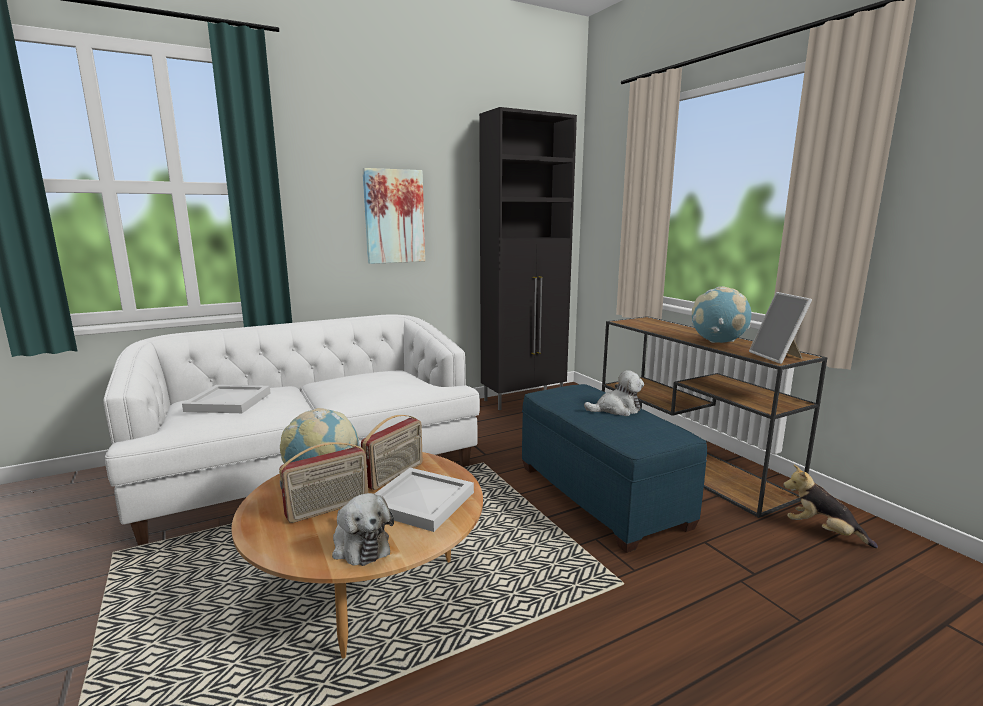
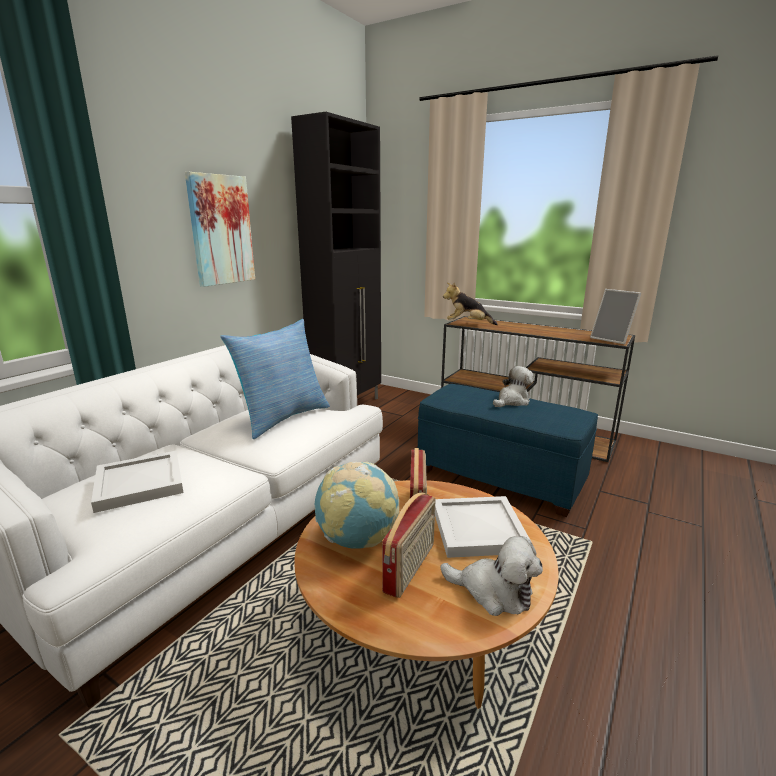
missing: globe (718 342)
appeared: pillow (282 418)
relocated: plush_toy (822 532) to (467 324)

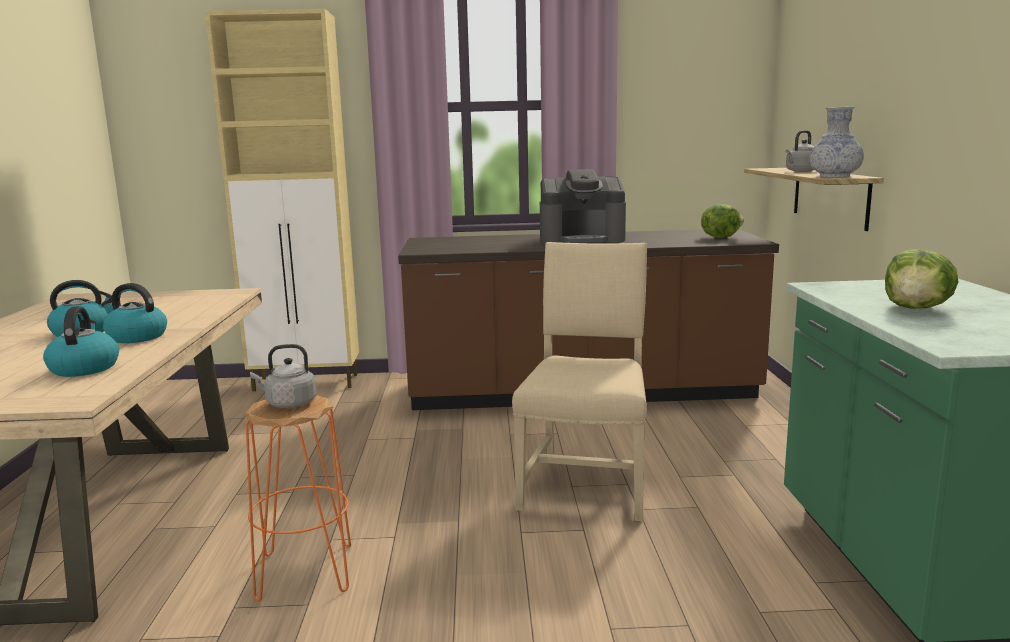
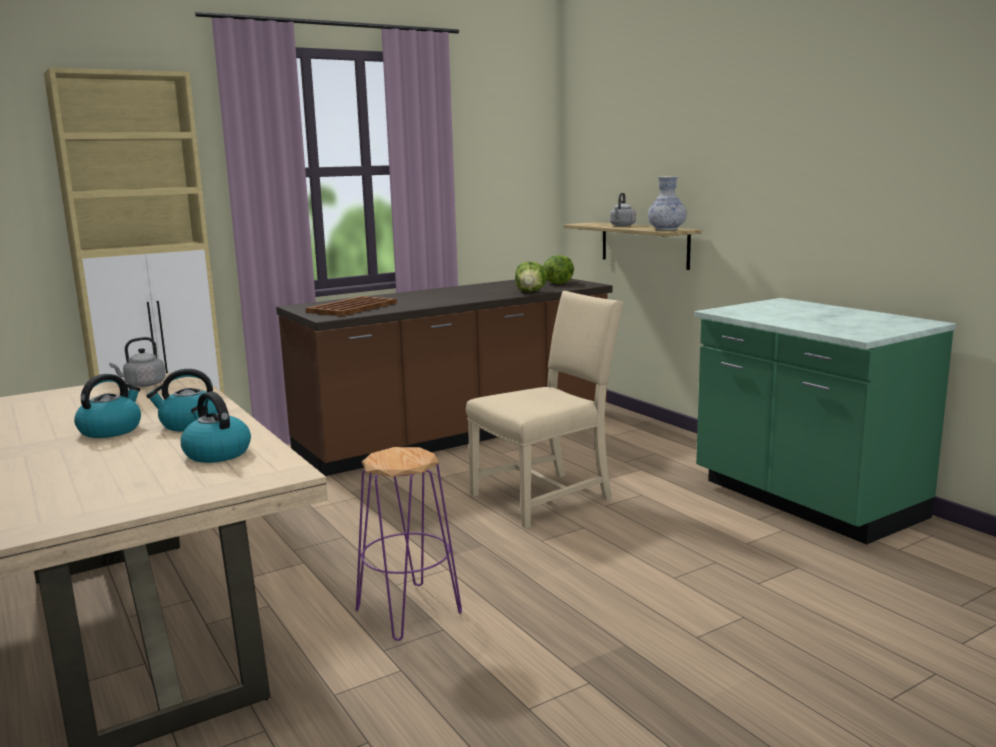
missing: coffee_machine (582 239)
appeared: brown_tray (351 307)
relocated: grey_kettle (288 404) to (143 385); lettuce (916 309) to (530 292)
colour: orange_stool (305 573) to purple_stool (409 611)
spun: beige_chair (586 482) = (546 497) 75 degrees clockwise

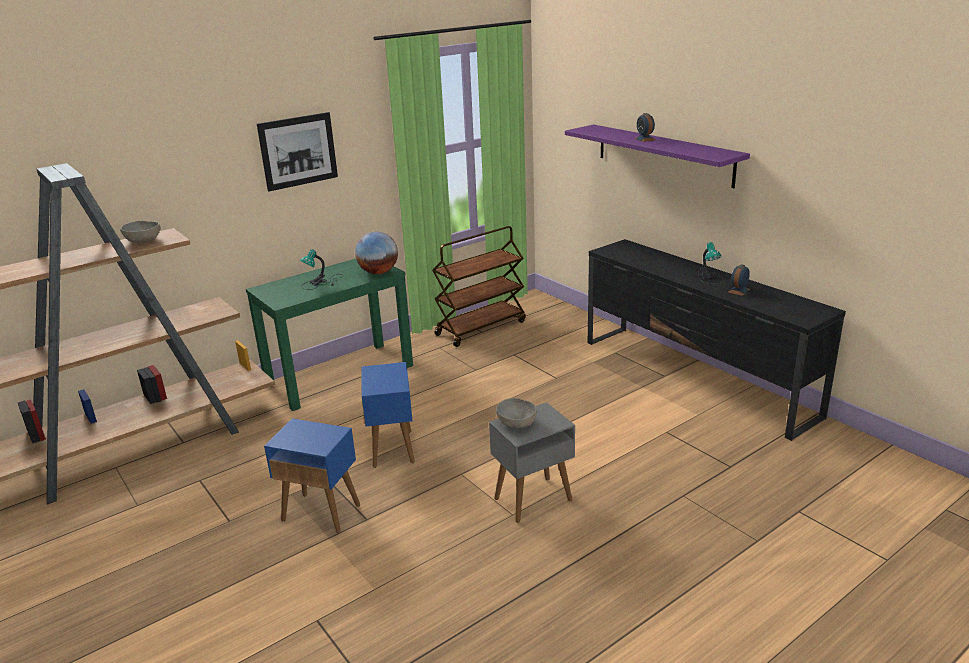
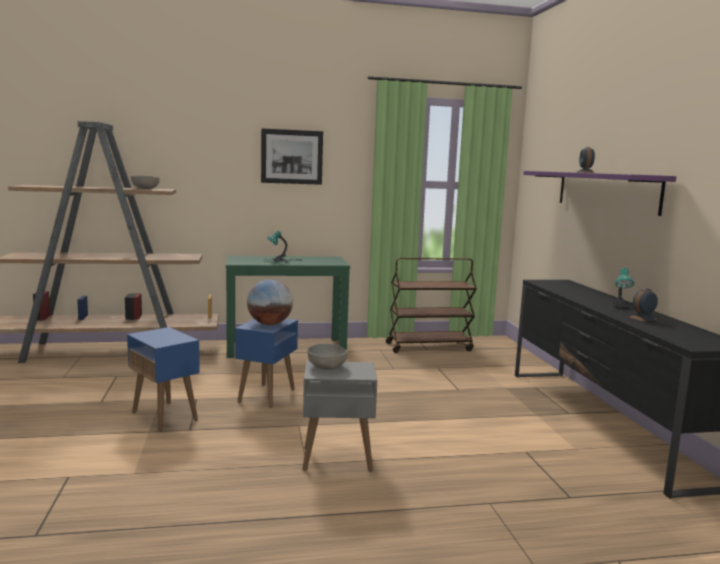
relocated: globe (378 272) to (269 324)

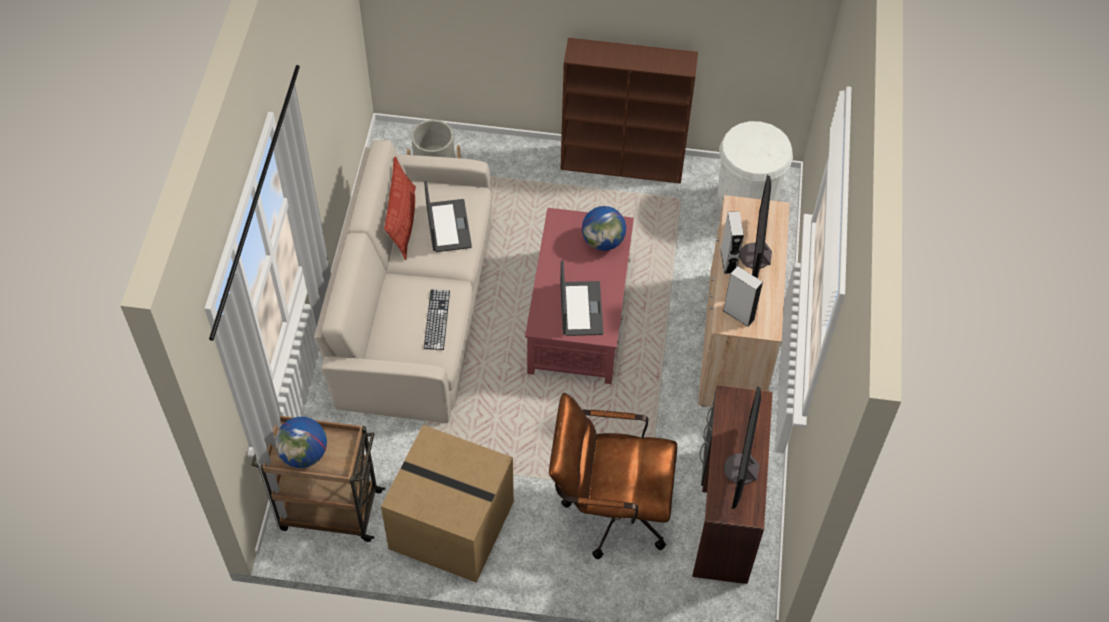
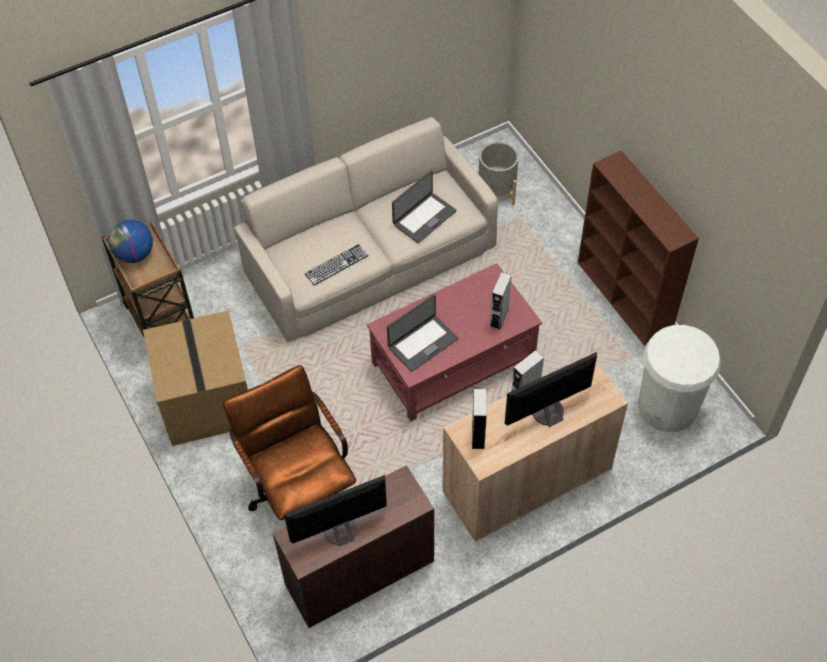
missing: pillow (403 222)
exchanged: globe (603 241) to grey_speaker (499 317)

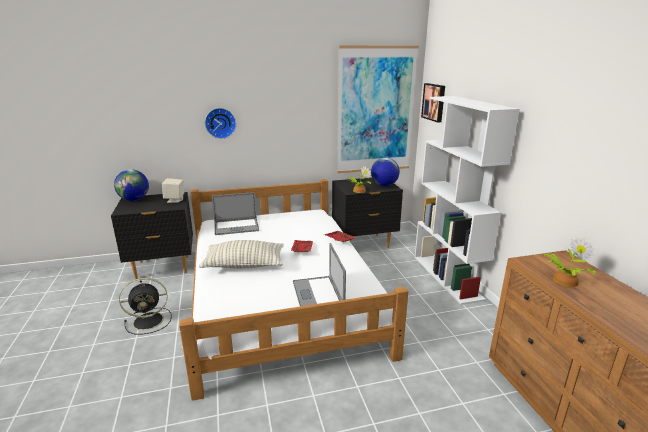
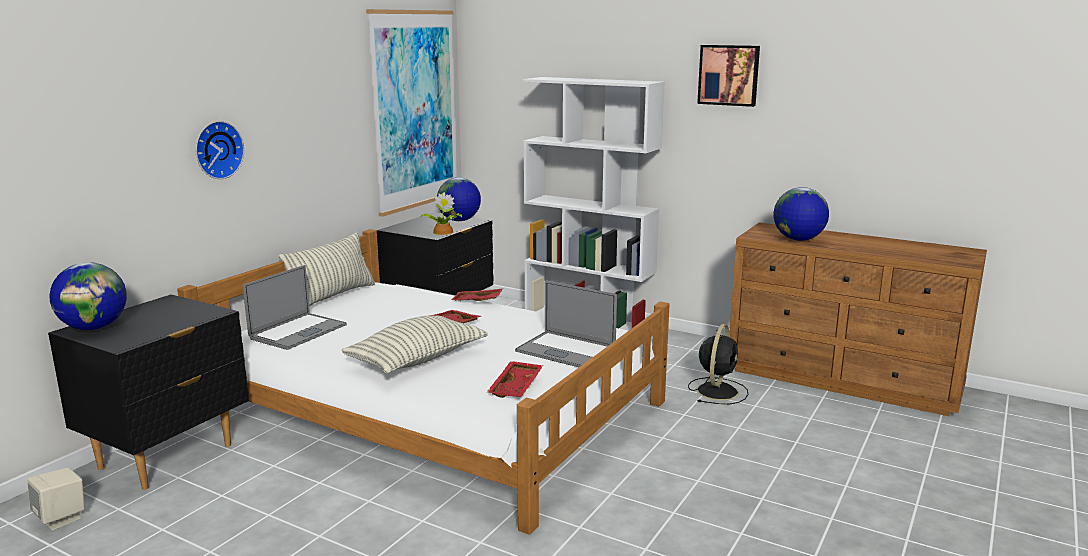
appeared: pillow (332 297); red_tray (517 387)
relocated: beige_speaker (175 200) to (61 518); black_fan (150 321) to (717 391); picture (434 102) to (729 75)
exchanged: potted_plant (563 280) to globe (798 239)

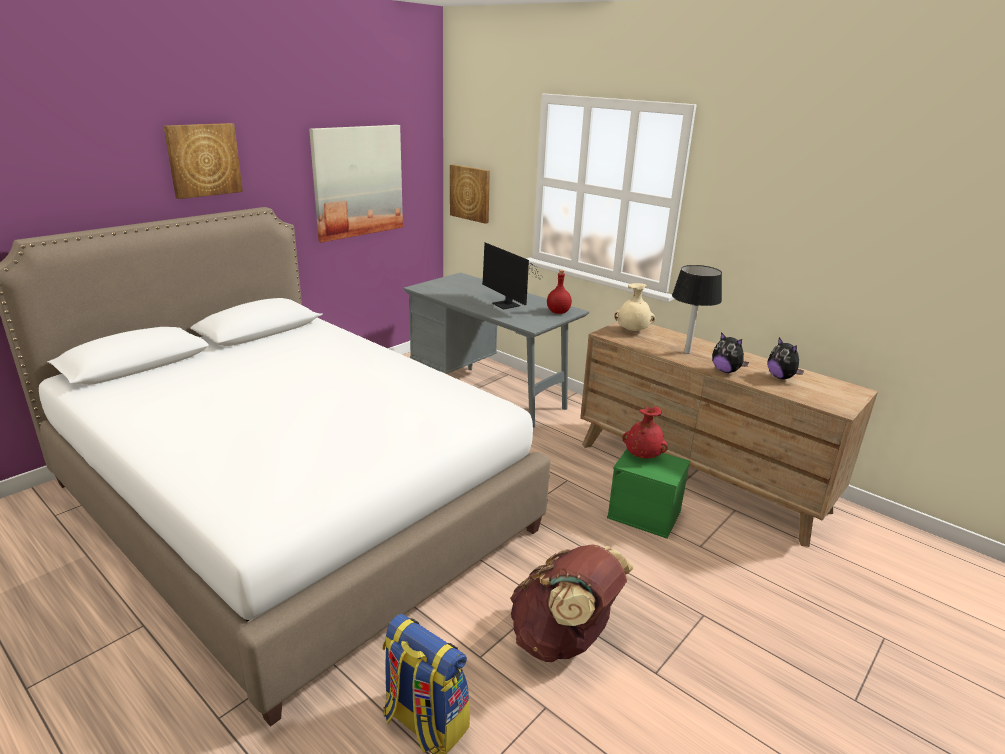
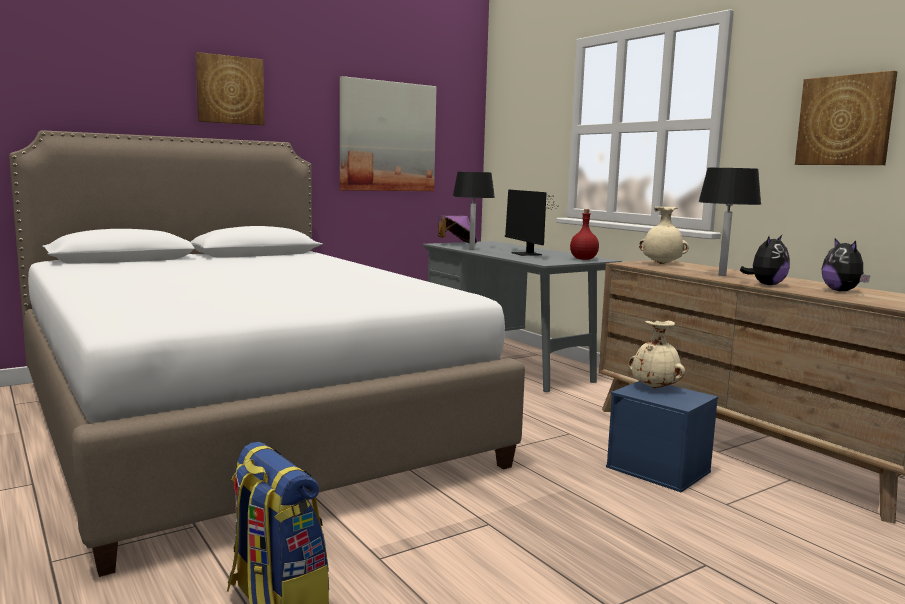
missing: brown_backpack (563 639)
appeared: purple_hat (456 244); black_table_lamp (471 249)
relocated: picture (470 193) to (845 120)
colour: green_storage_box (645 514) to blue_storage_box (659 469); red_vase (643 455) to beige_vase (655 387)
spun: plush_toy (726 371) = (766 285) 105 degrees counterclockwise

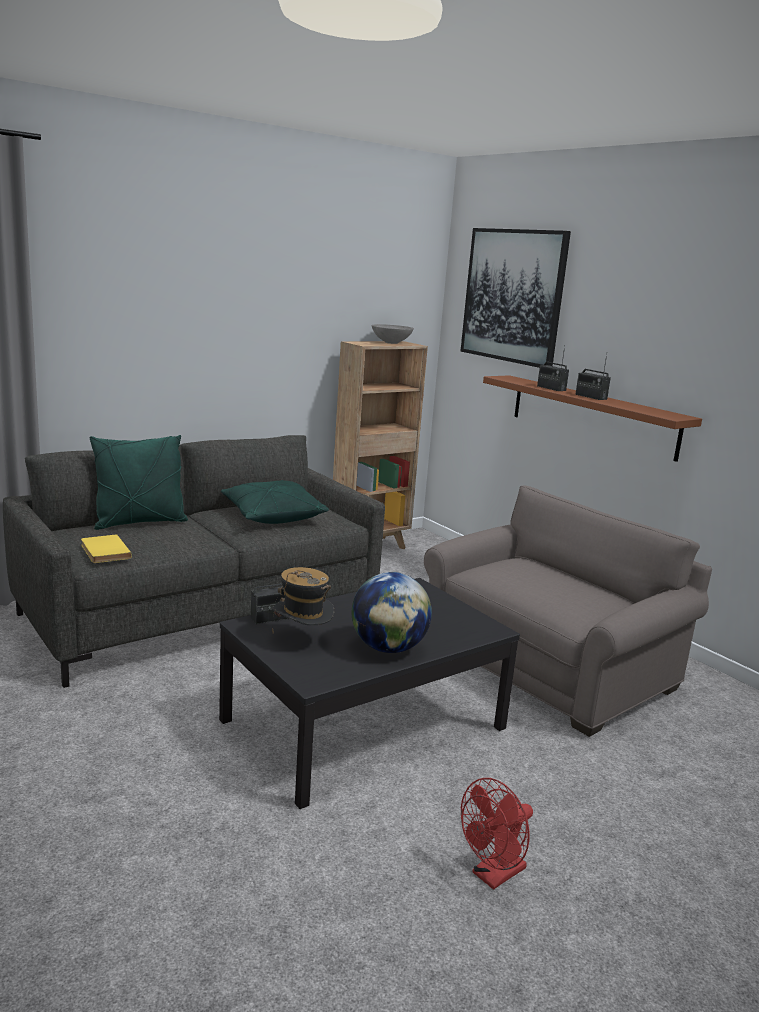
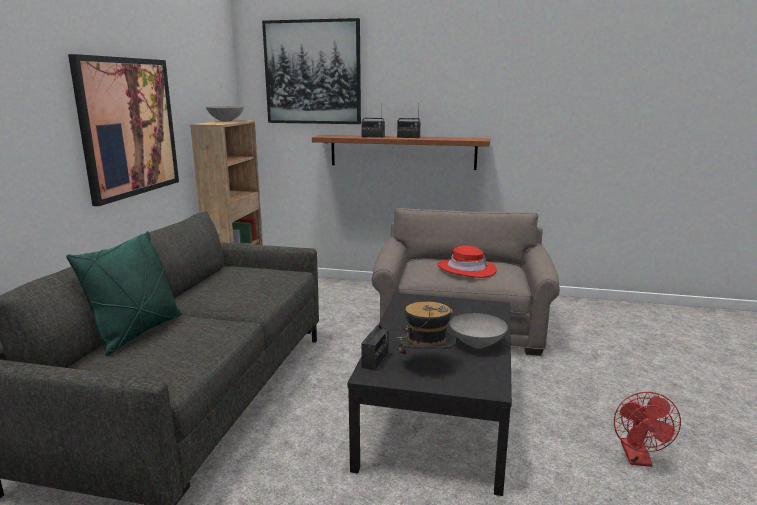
missing: yellow_book (103 551); green_pillow (272 516)
appeared: picture (128 127); red_hat (466 269)
exchanged: globe (388 648) to grey_bowl (477 343)

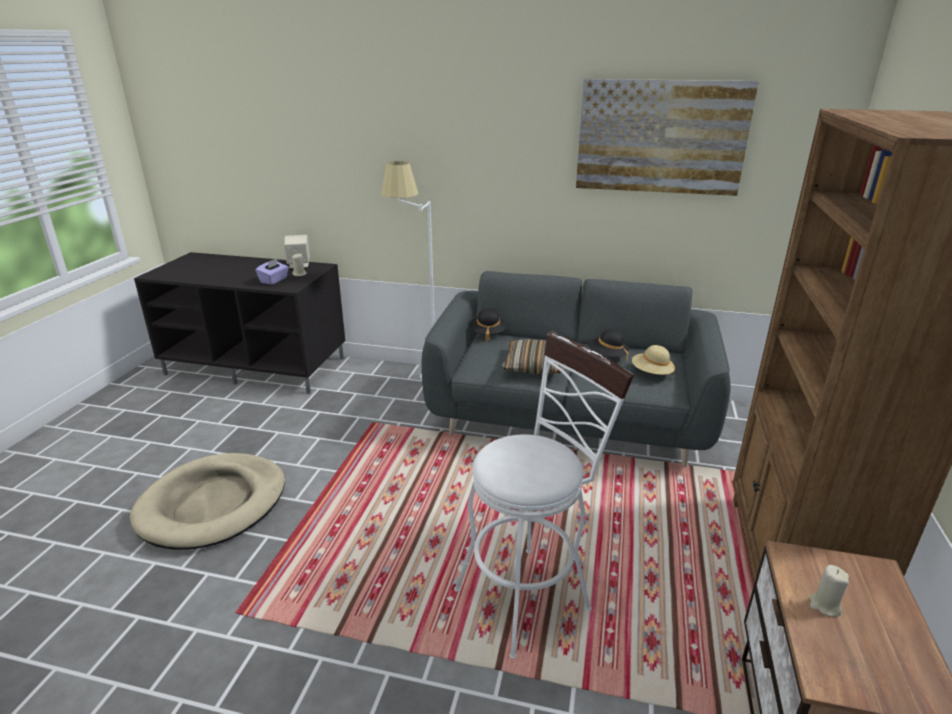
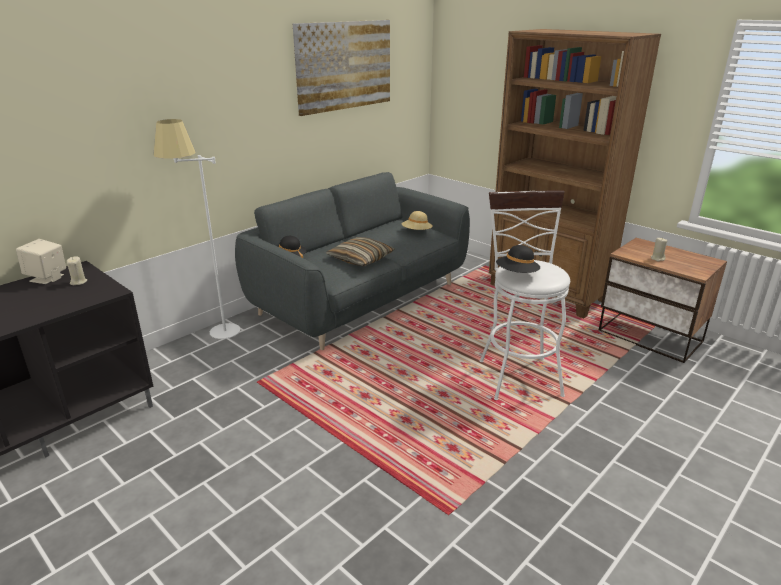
missing: beige_dog_bed (213 504); purple_tissue_box (274 280)
relocated: black_hat (607 356) to (517 274)

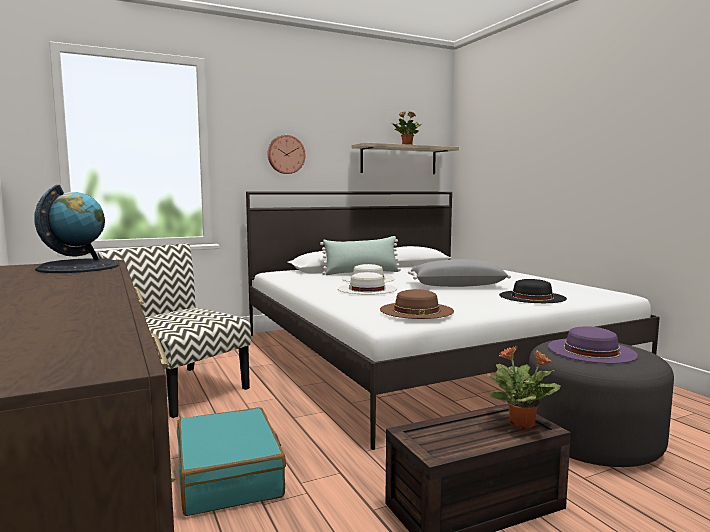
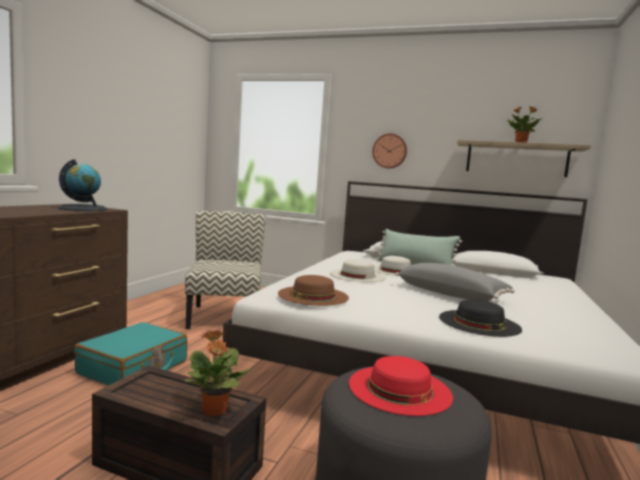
colour: purple_hat (591 350) to red_hat (400 389)

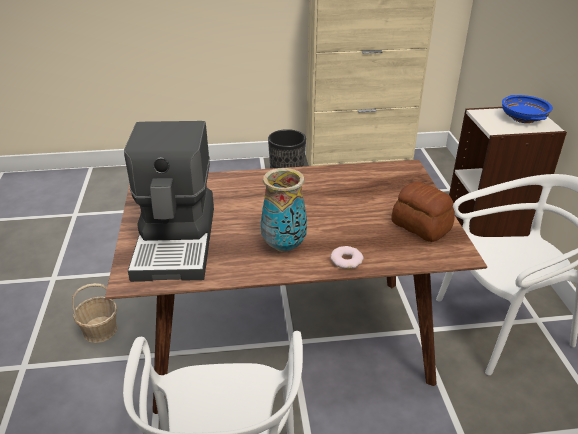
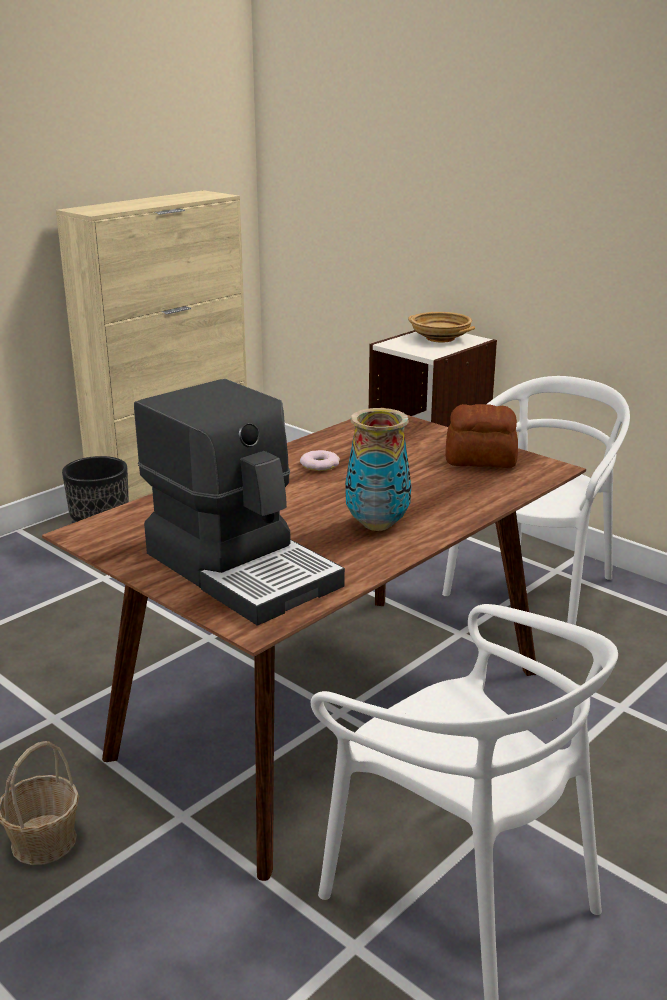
relocated: donut (346 260) to (320 465)
colour: blue_bowl (522 118) to beige_bowl (439 338)

